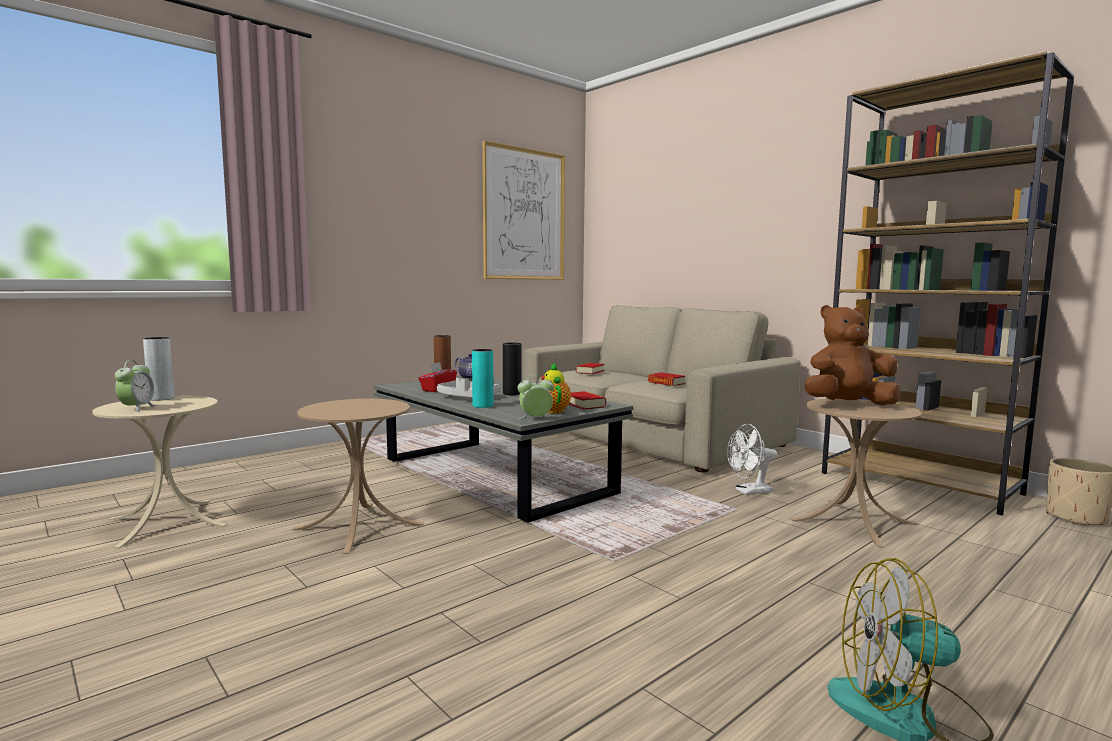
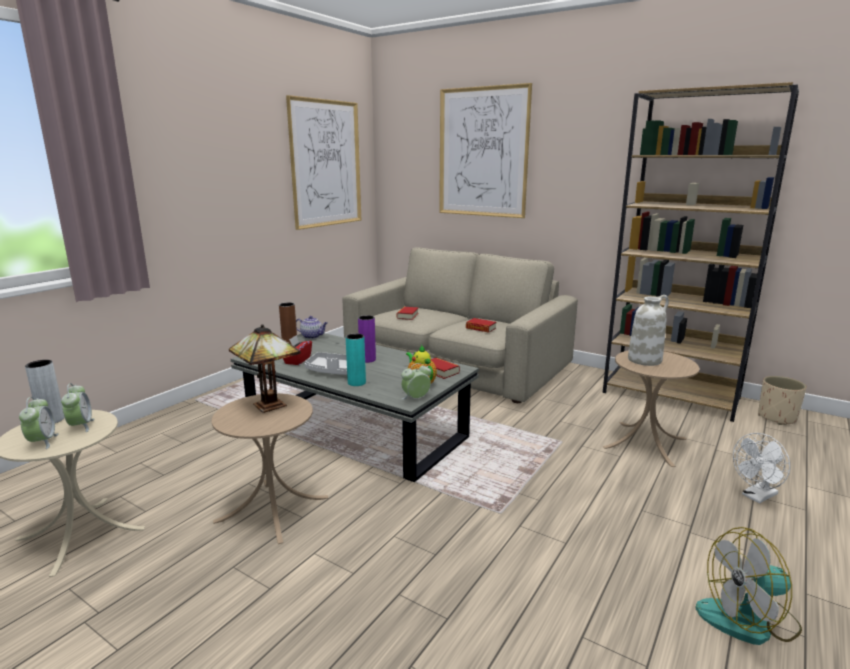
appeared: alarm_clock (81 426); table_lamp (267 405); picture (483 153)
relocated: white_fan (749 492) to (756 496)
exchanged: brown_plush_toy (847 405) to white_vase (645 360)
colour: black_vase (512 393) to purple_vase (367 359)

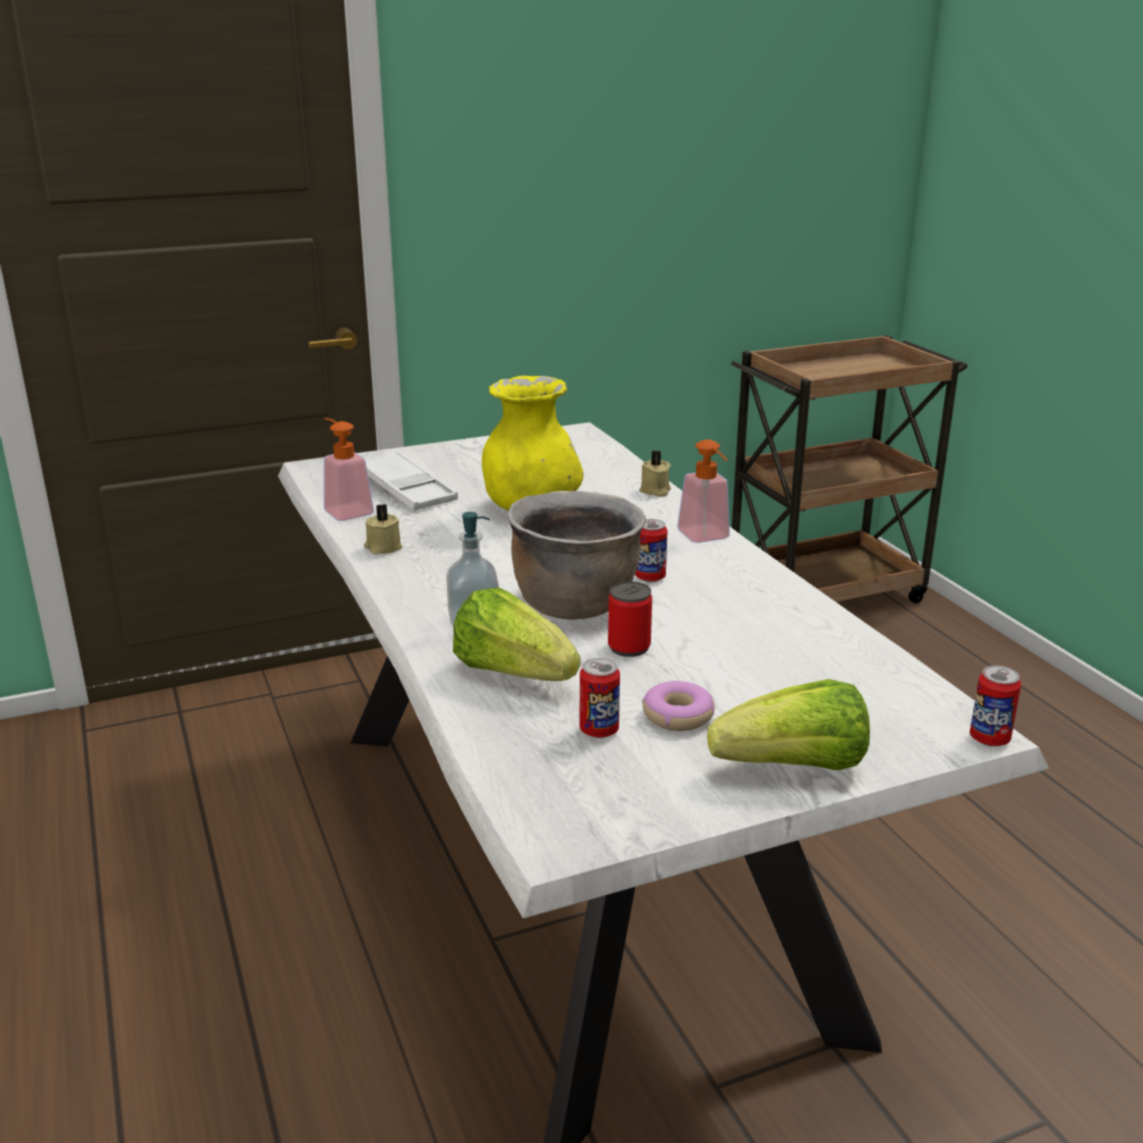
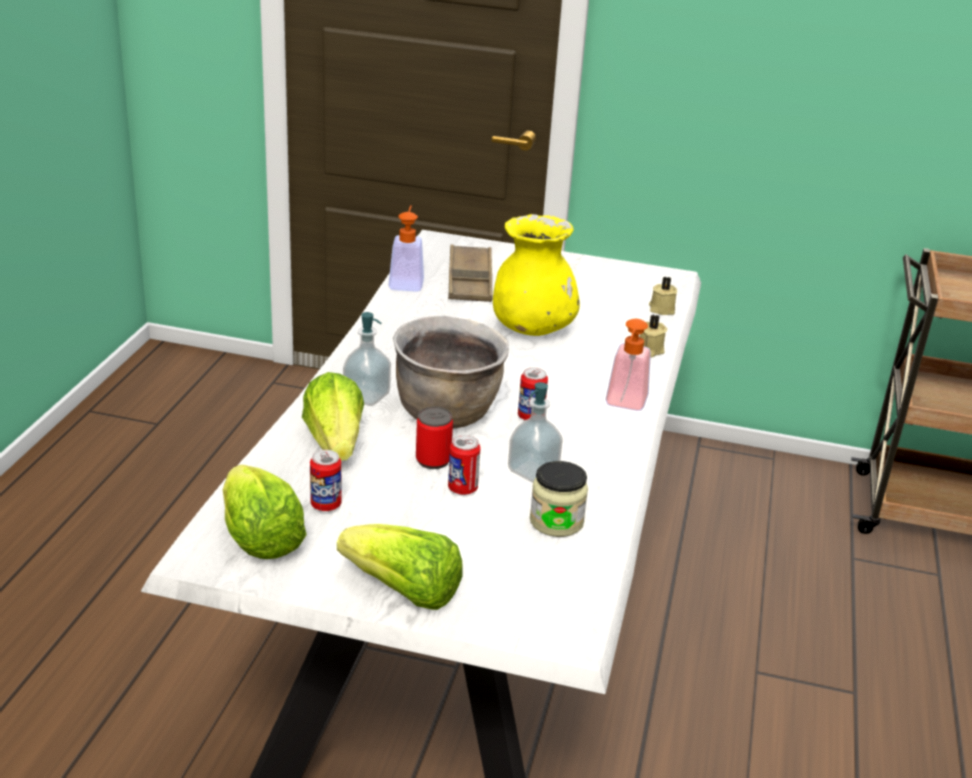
missing: donut (678 715)
appeared: lettuce (259 539); soap_dispenser (533 471); jar (556 521)
relocated: can (989 739) to (462 489); beige_candle (382 548) to (661 309)
colour: white_tray (406 489) to brown_tray (470 280)

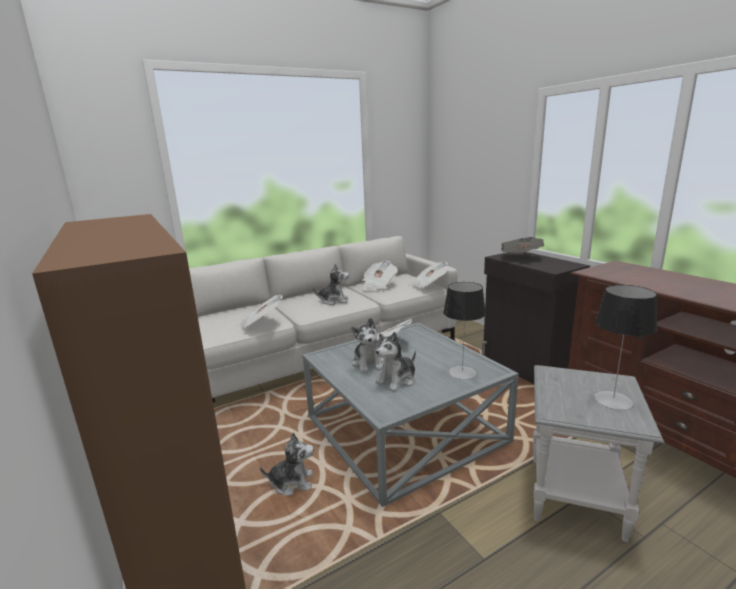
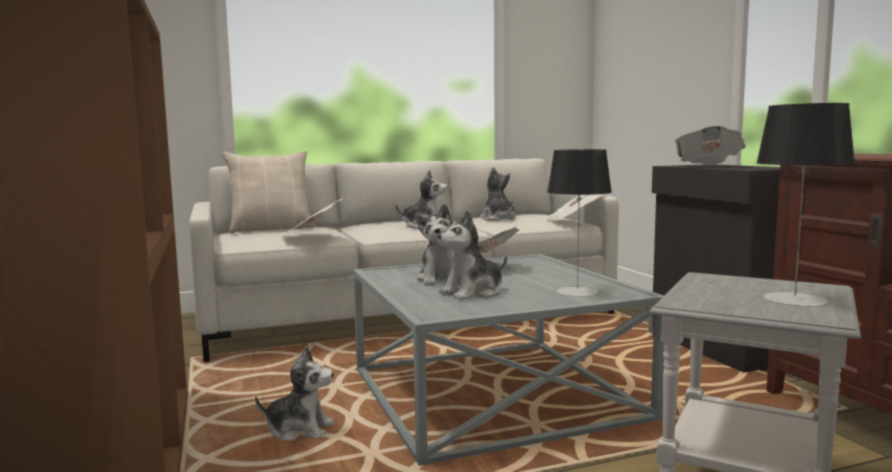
appeared: beige_pillow (271 229)
exchanged: newspaper (378 285) to plush_toy (498 219)

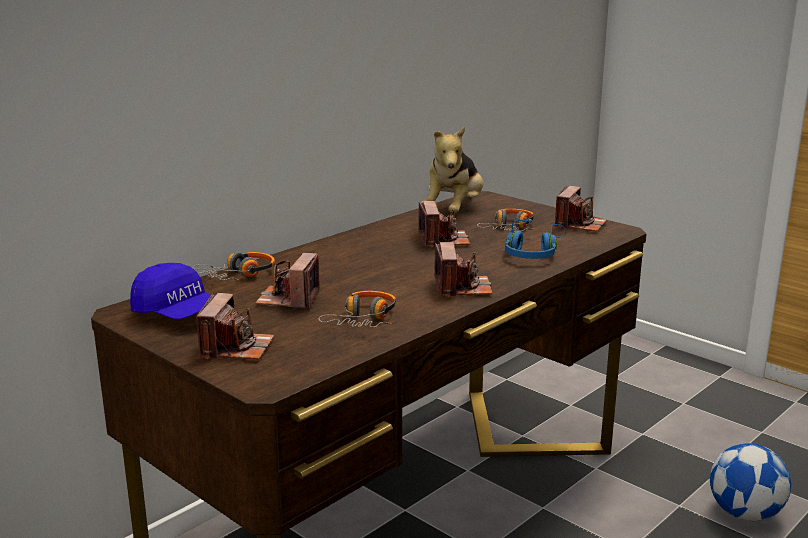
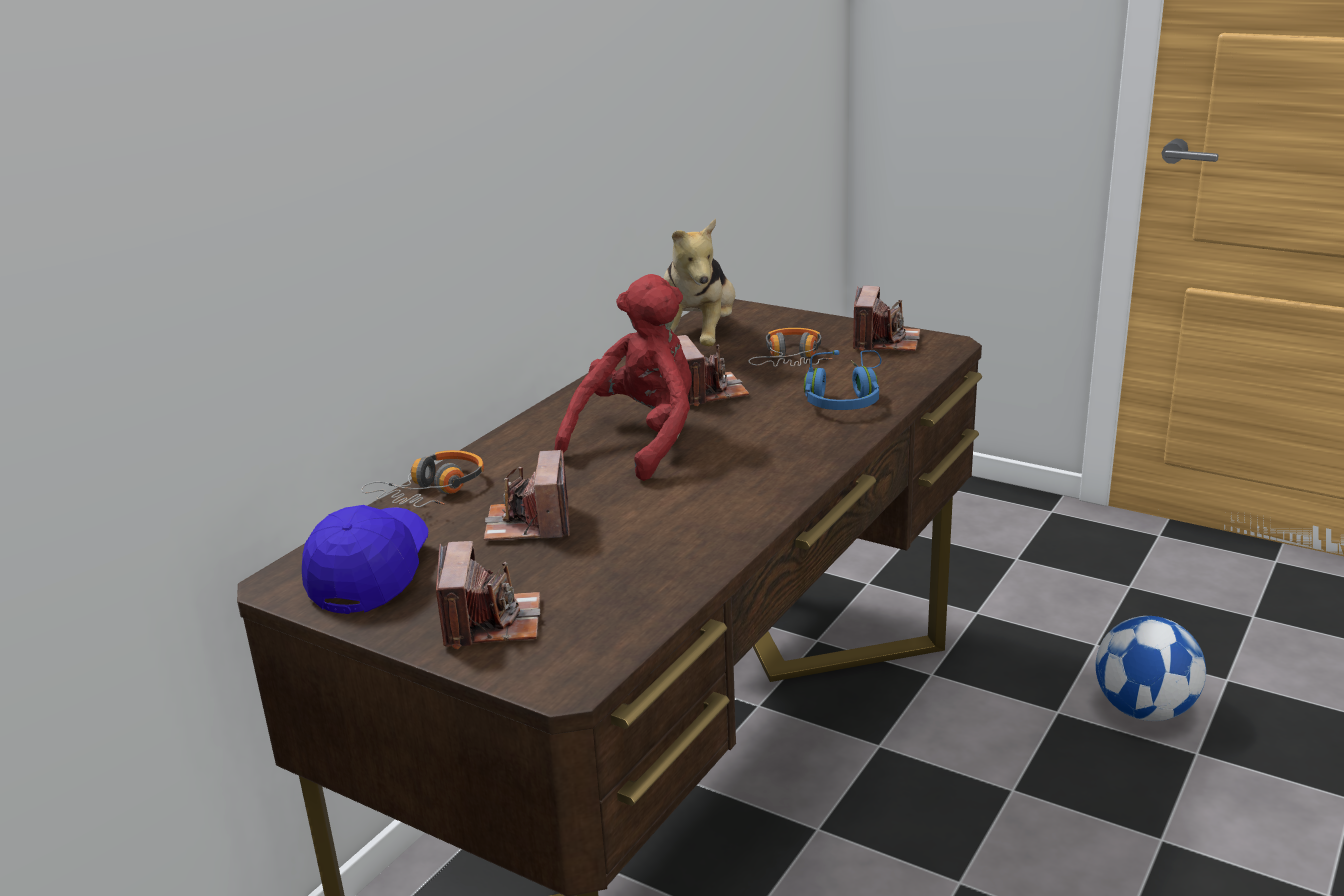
missing: headphones (364 319); photo_camera (462 288)
appeared: red_plush_toy (640 440)
spun: blue_cap (177 314) = (371 574) 105 degrees counterclockwise

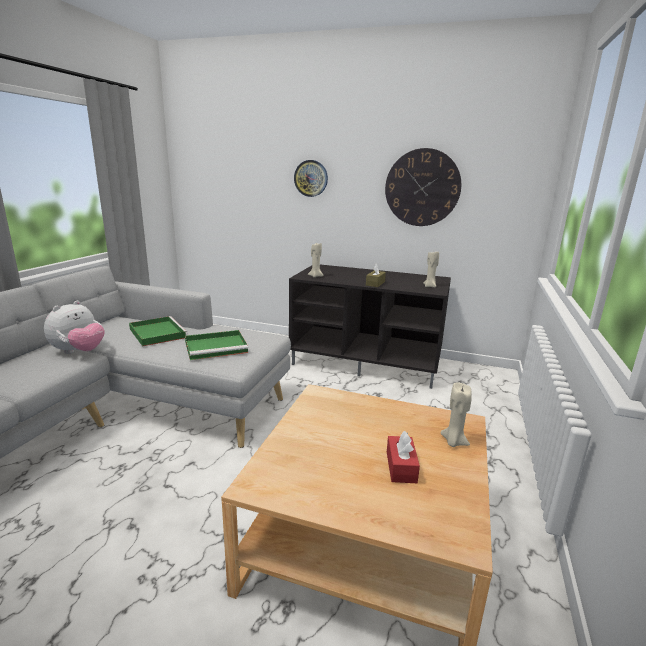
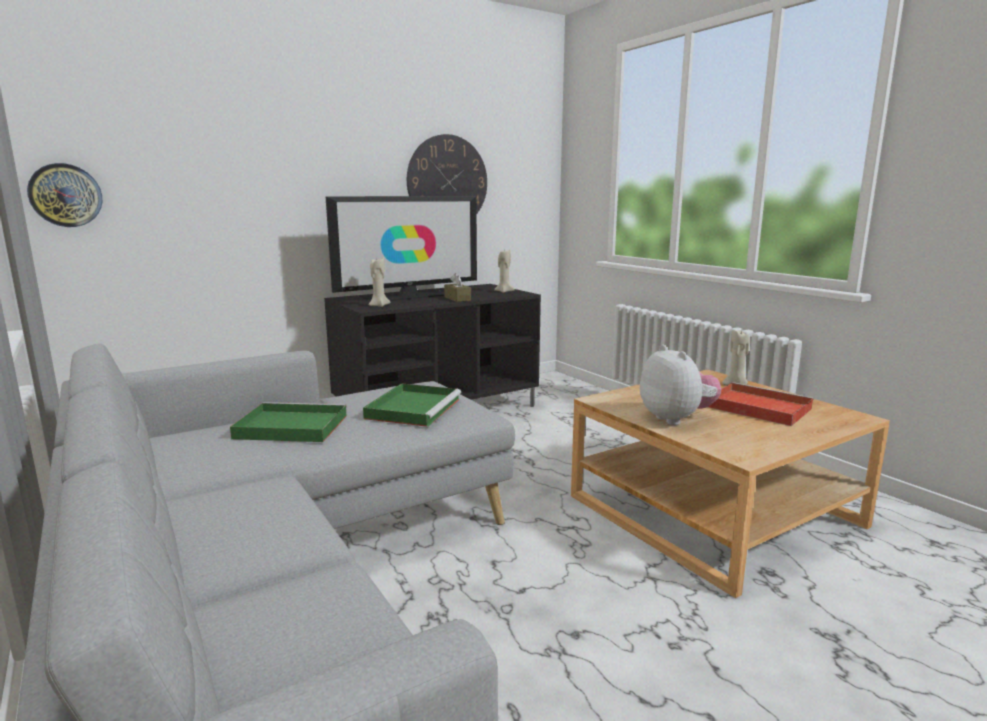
appeared: television (408 296)
relocated: wall_clock (311 178) to (66 195); plush_toy (79 352) to (676 419)
exchanged: red_tissue_box (401 467) to red_tray (756 407)

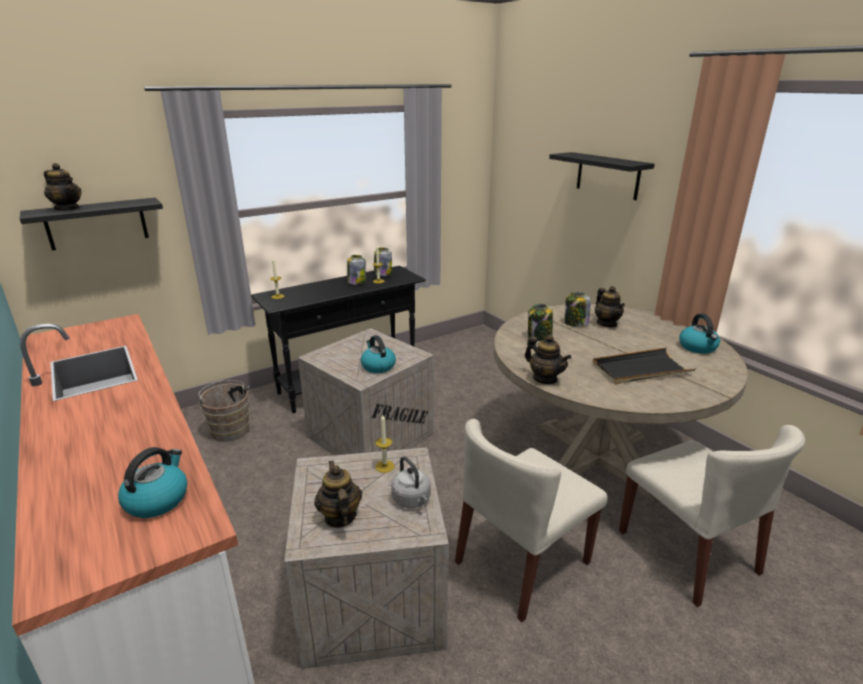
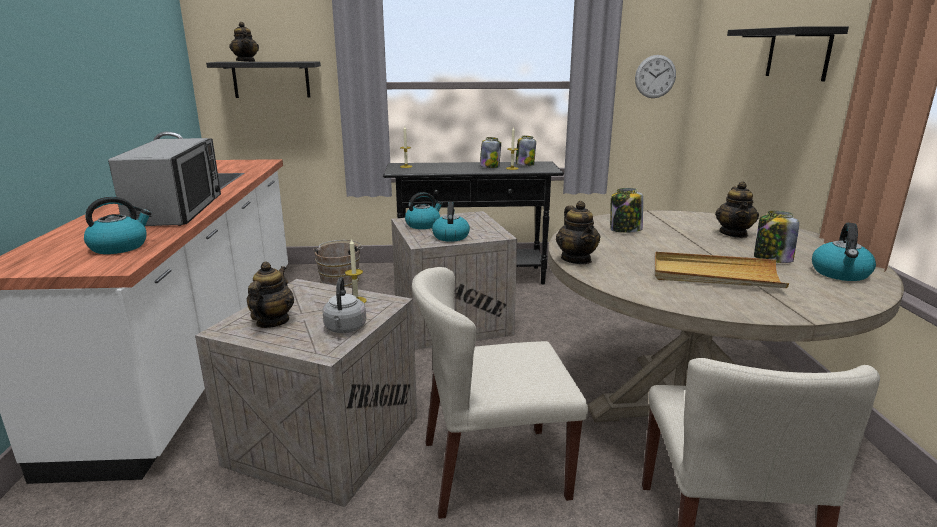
appeared: microwave (177 210); kettle (423 225); wall_clock (655 76)
relocated: jar (575 323) to (771 259)
colour: black_tray (640 369) to beige_tray (715 275)

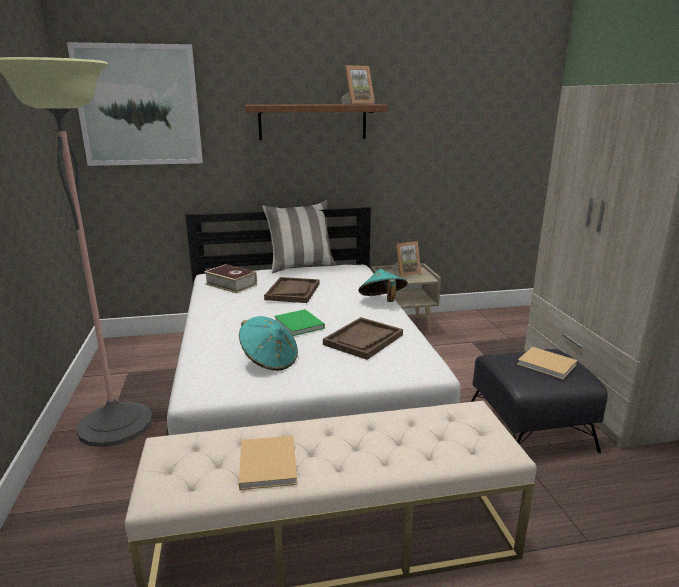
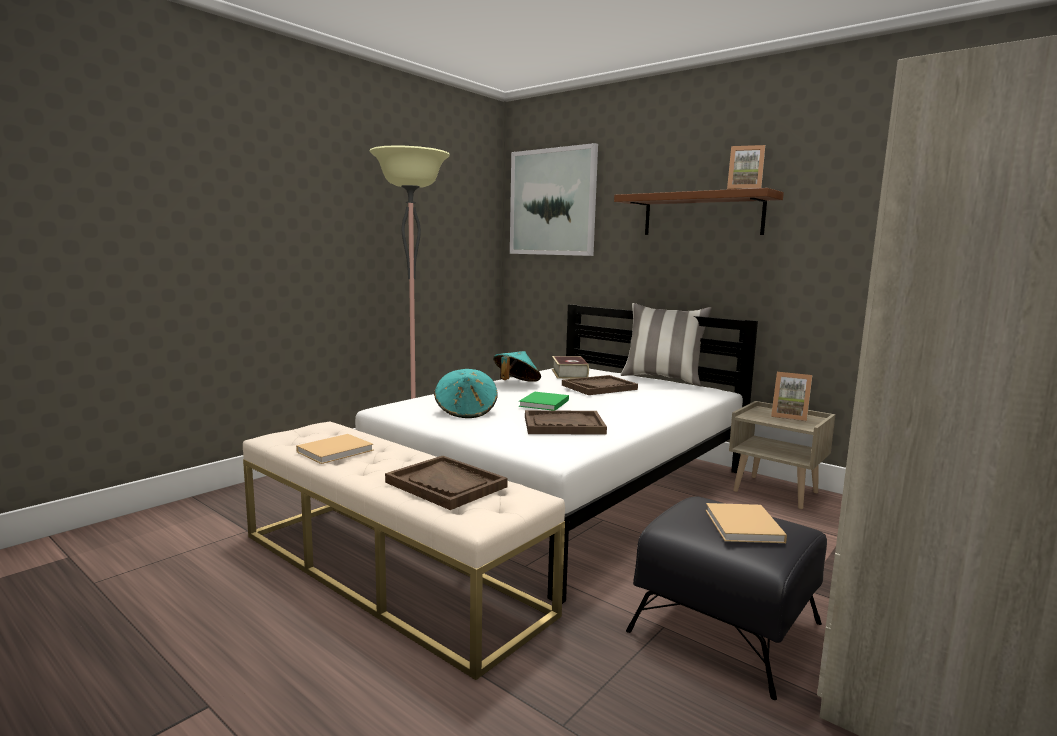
appeared: brown_tray (446 484)
relocated: turquoise_hat (382 301) to (516 384)

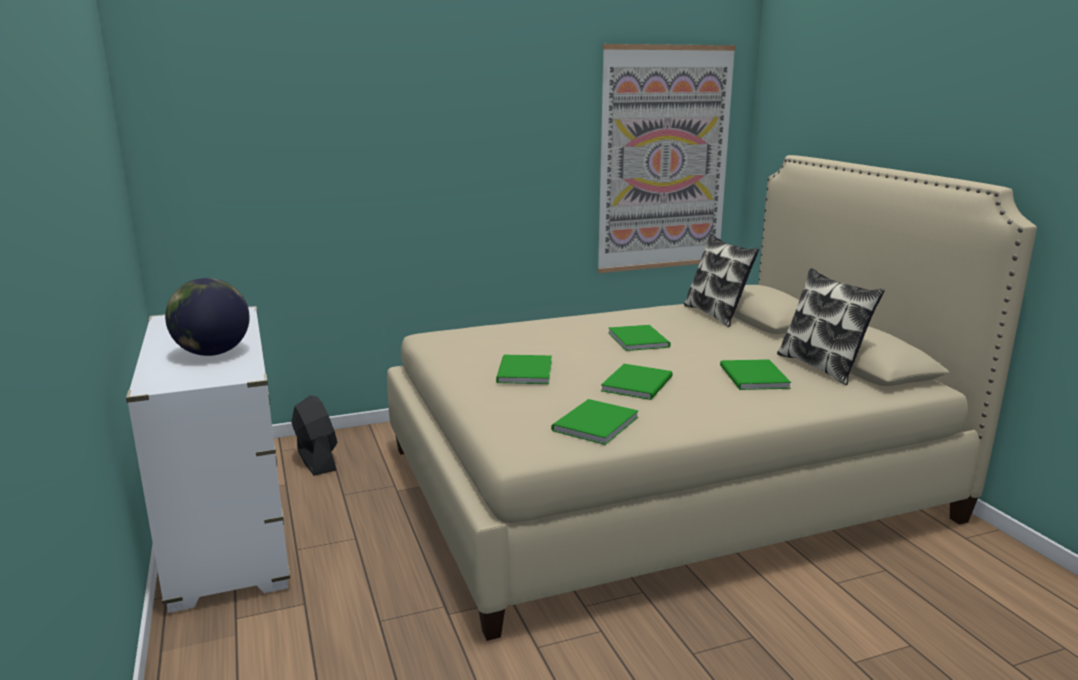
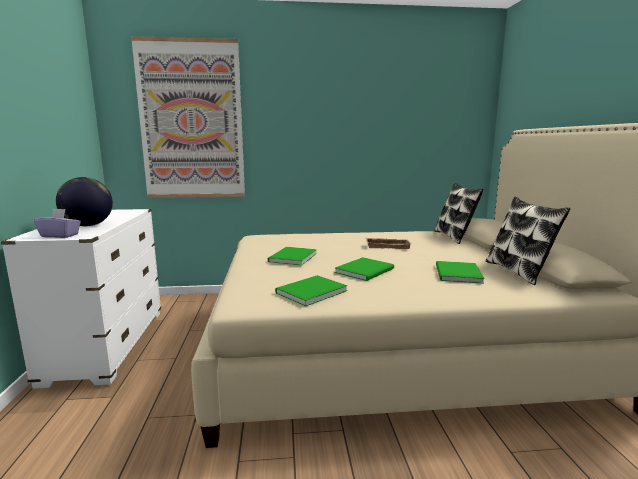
missing: black_fan (316 460)
appeared: purple_tissue_box (60 235)
relocated: picture (664 160) to (191 121)
exchanged: green_book (639 339) to beige_tray (388 246)

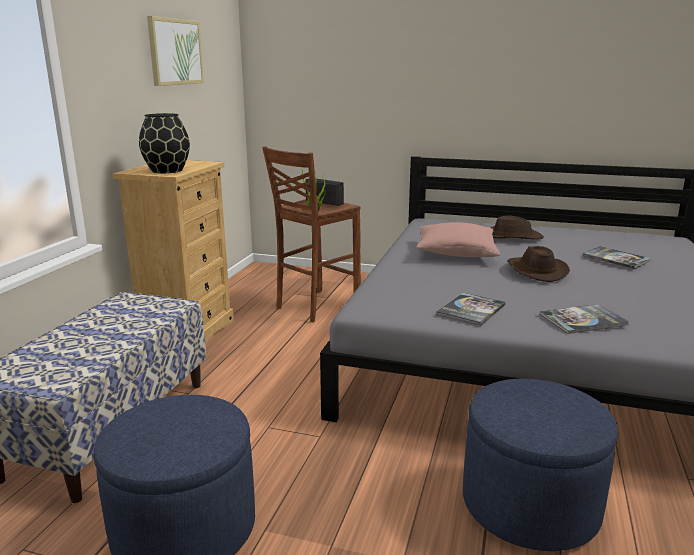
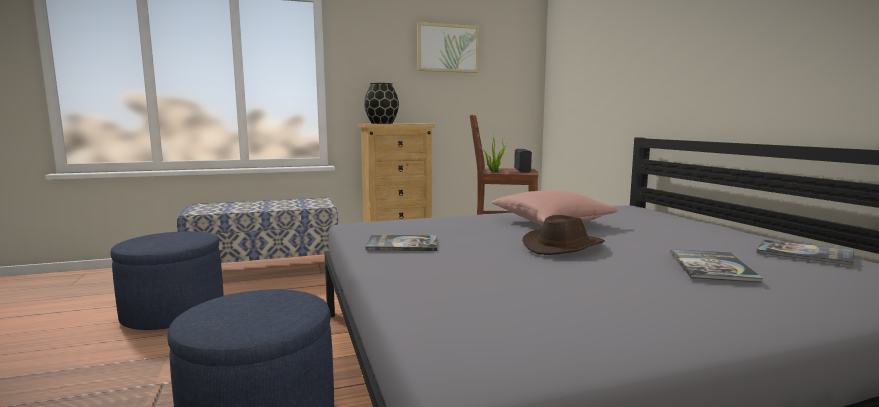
missing: brown_hat (512 237)
relocated: book (583 320) to (804 253)

